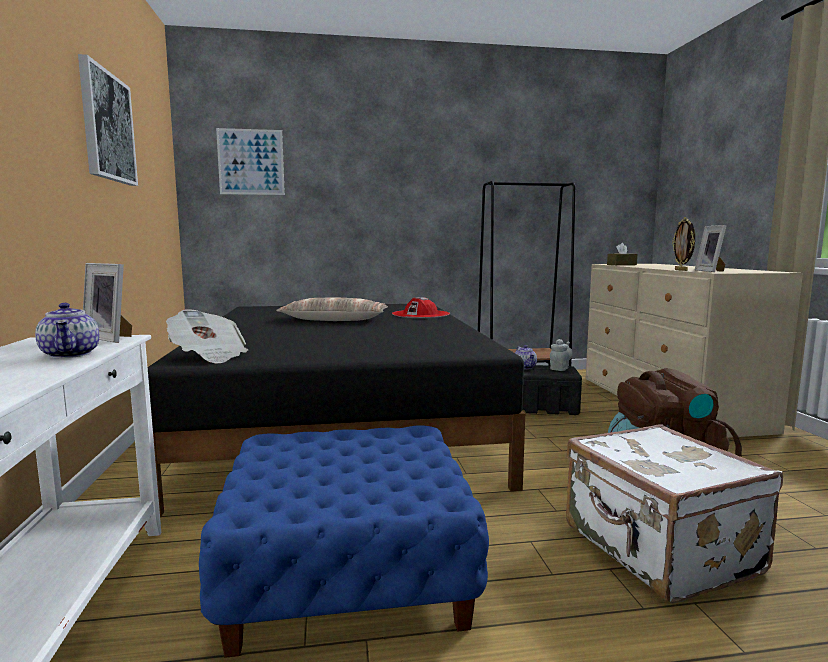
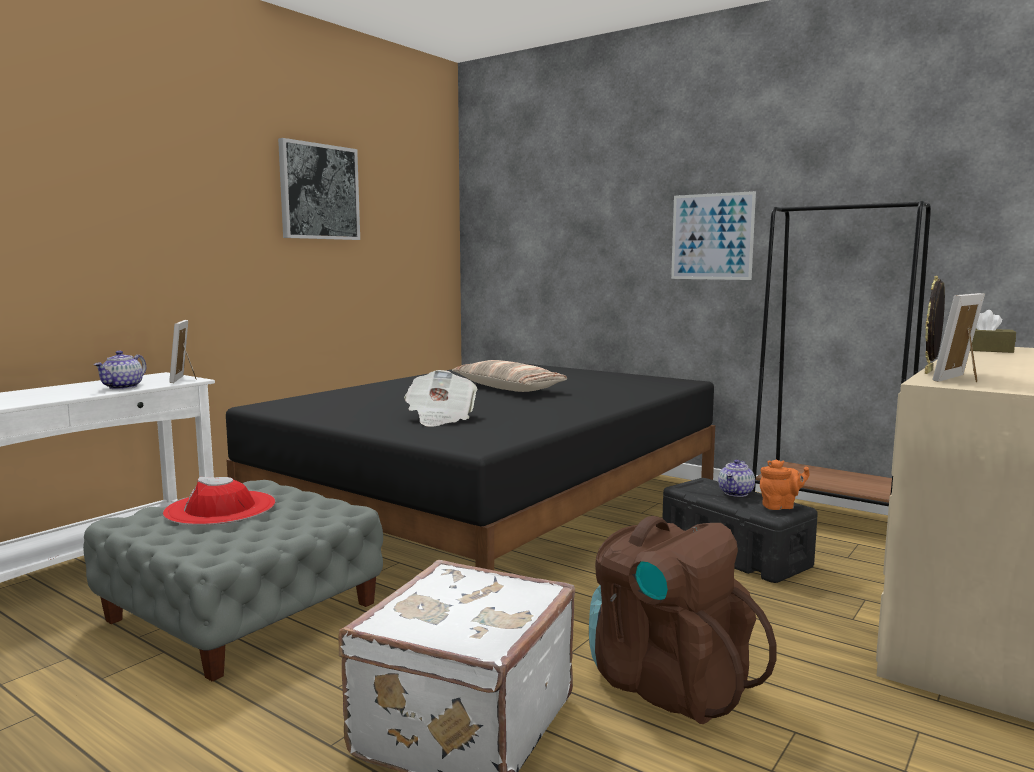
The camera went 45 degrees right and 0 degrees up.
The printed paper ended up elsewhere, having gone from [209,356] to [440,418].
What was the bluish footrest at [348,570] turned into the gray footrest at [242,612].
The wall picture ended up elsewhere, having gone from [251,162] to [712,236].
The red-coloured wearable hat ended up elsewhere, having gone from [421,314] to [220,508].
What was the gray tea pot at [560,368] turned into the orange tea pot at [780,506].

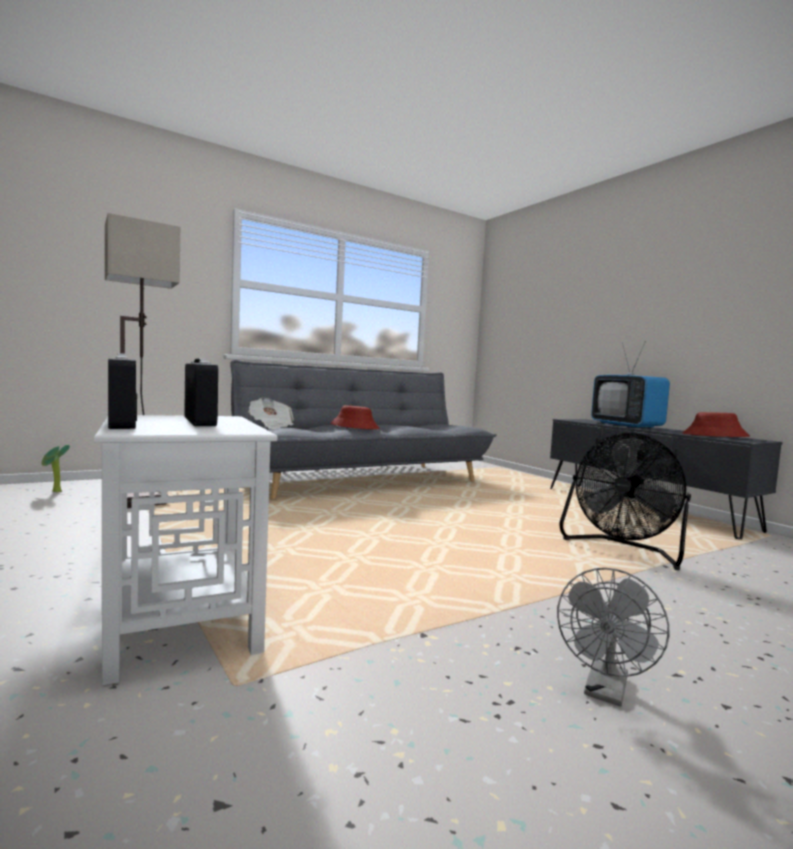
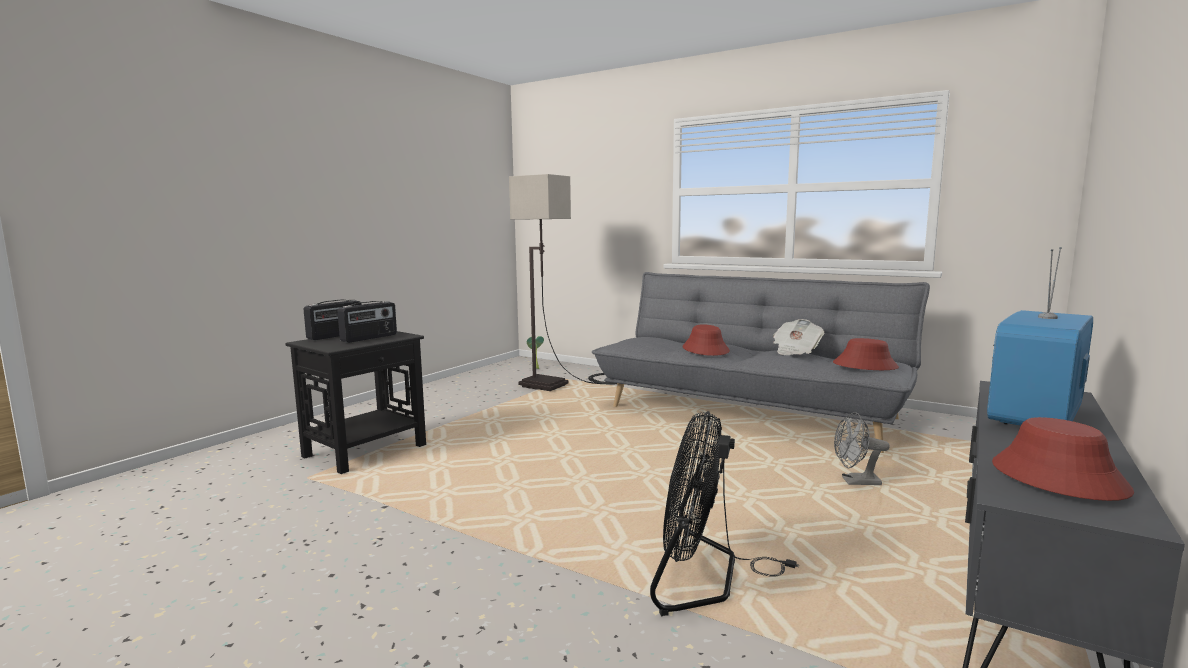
The camera went 65 degrees right and 5 degrees up.
What was the whitish accent table at [181,623] turned into the black-coloured accent table at [366,450].
The printed paper ended up elsewhere, having gone from [271,426] to [795,351].
The gray fan ended up elsewhere, having gone from [606,692] to [855,482].
The second view gained the red-coloured wearable hat at [865,366].

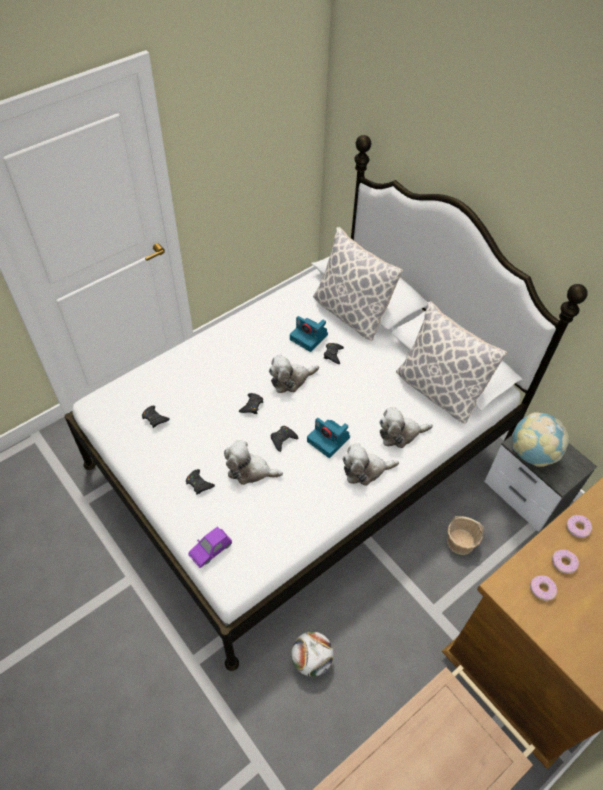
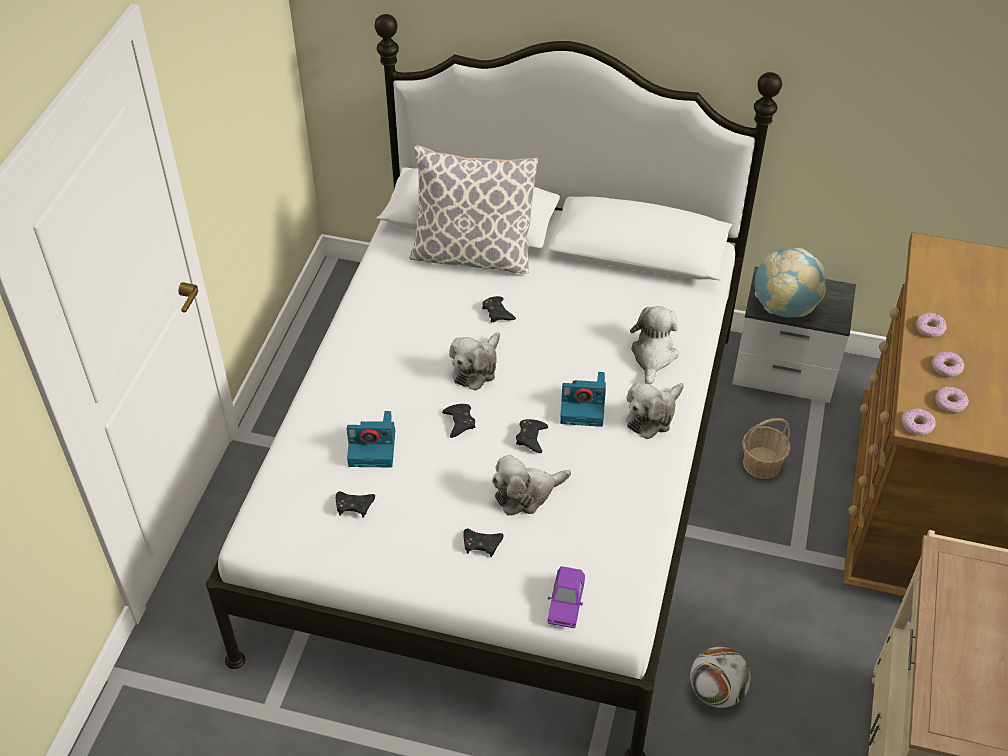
The camera went 35 degrees left and 5 degrees down.
The still camera ended up elsewhere, having gone from [309,337] to [373,447].
The soft toy at [400,434] ended up facing another way, 150 degrees clockwise from before.
The second view lost the throw pillow at [438,390].
The second view gained the ring doughnut at [917,425].

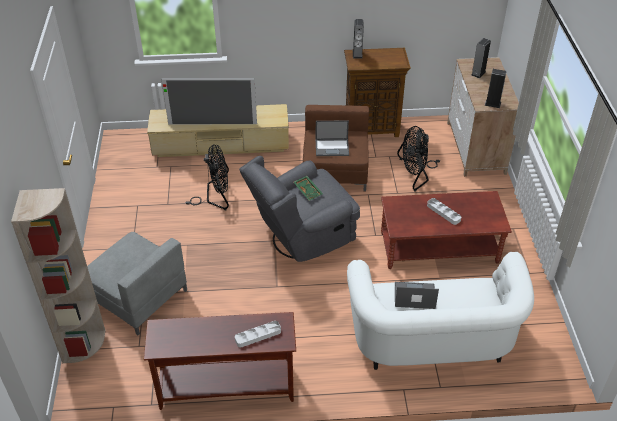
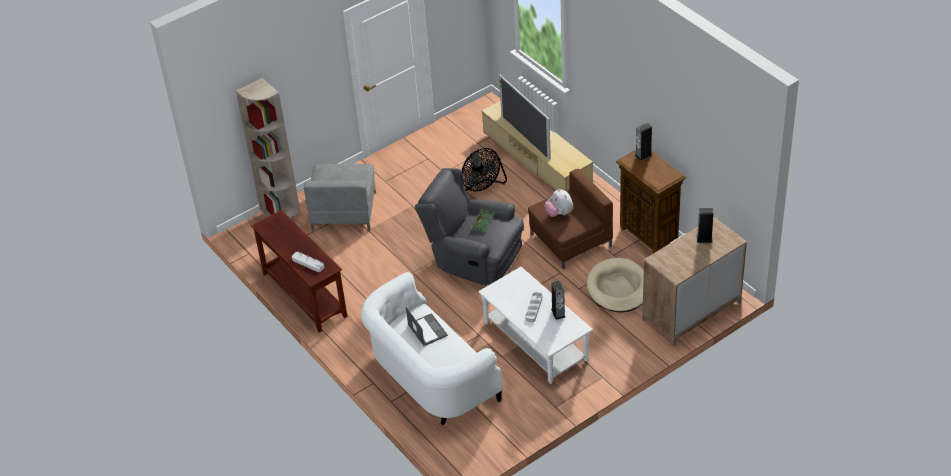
The camera went 60 degrees right and 0 degrees up.
Where the portable computer stood at [332,147], the soft toy came to stand at [559,213].
What was the brown low table at [438,247] turned into the whitish low table at [535,341].
Where the black-coloured fan stood at [416,172], the beige-coloured dog cushion came to stand at [618,288].
The loudspeaker ended up elsewhere, having gone from [492,104] to [558,313].

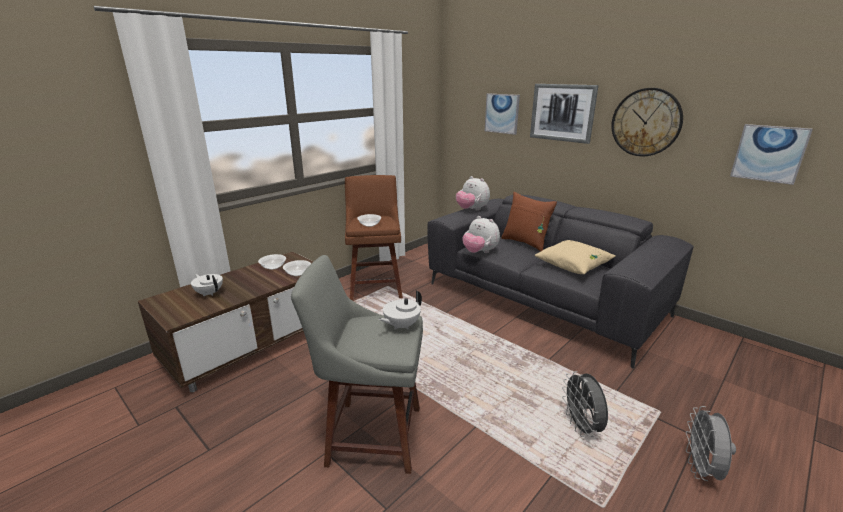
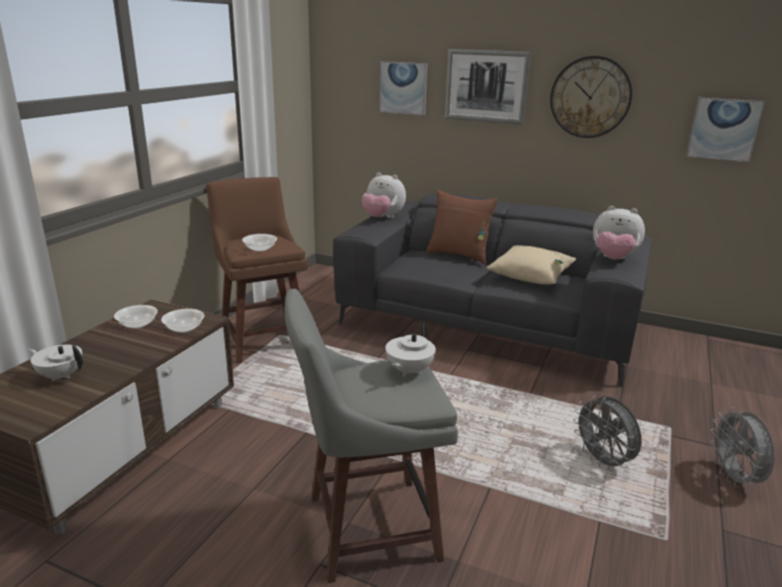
The camera went 20 degrees left and 0 degrees up.
The soft toy ended up elsewhere, having gone from [479,252] to [613,259].

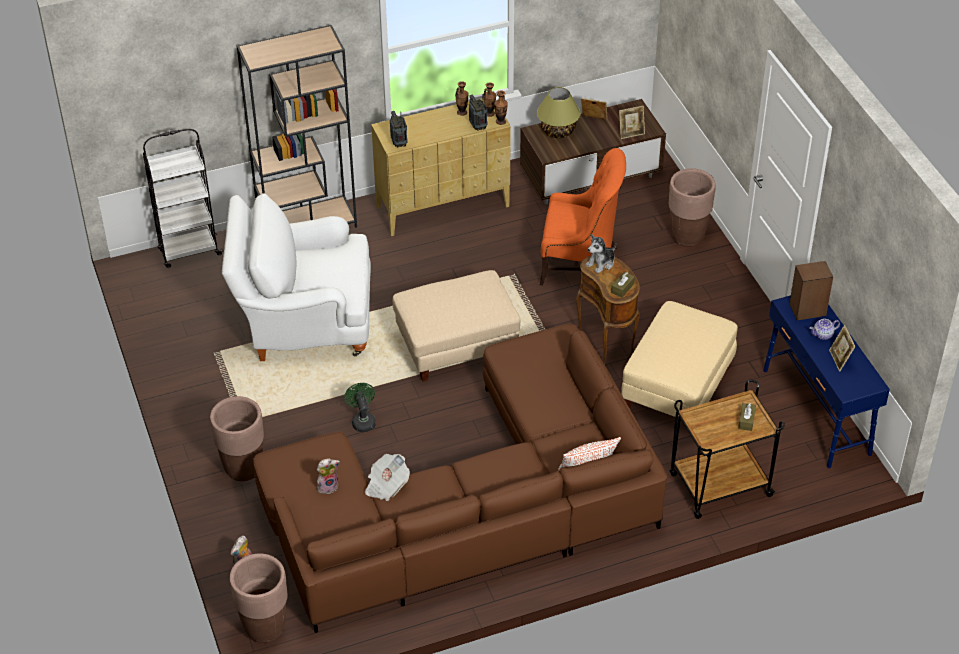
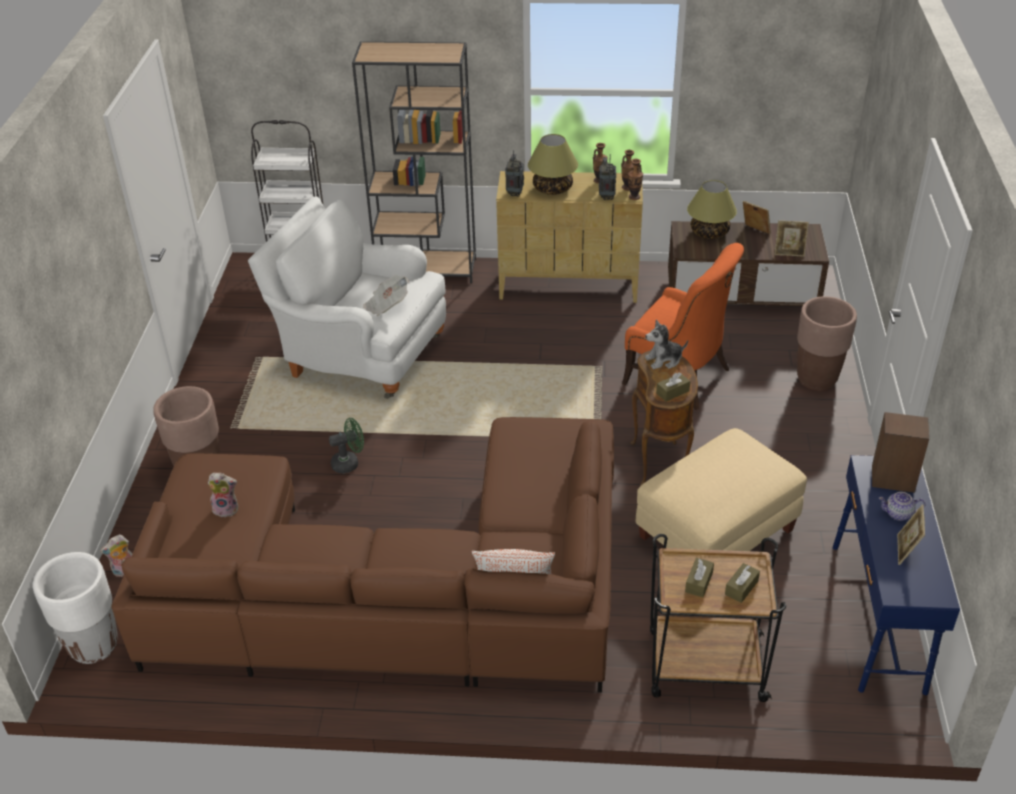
The camera went 25 degrees right and 5 degrees down.
What was the brown planter at [264,628] turned into the whitish planter at [93,646].
The greenish fan at [362,420] ended up facing another way, 60 degrees clockwise from before.
The printed paper ended up elsewhere, having gone from [386,485] to [387,305].
The second view lost the beige-coloured footrest at [456,346].
The second view gained the table lamp at [552,188].
The second view gained the brown tissue box at [699,582].

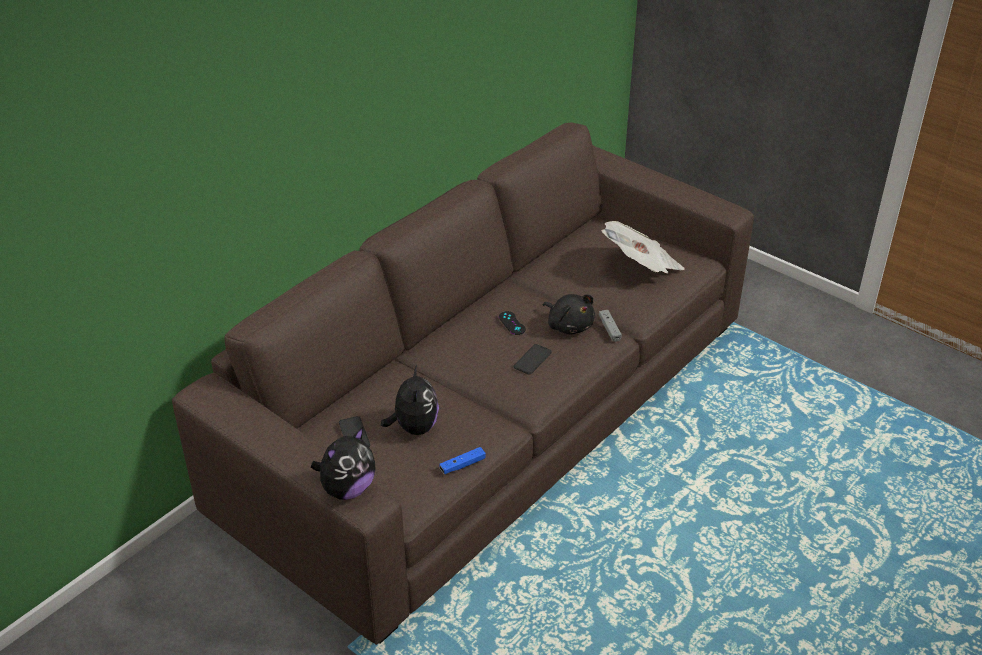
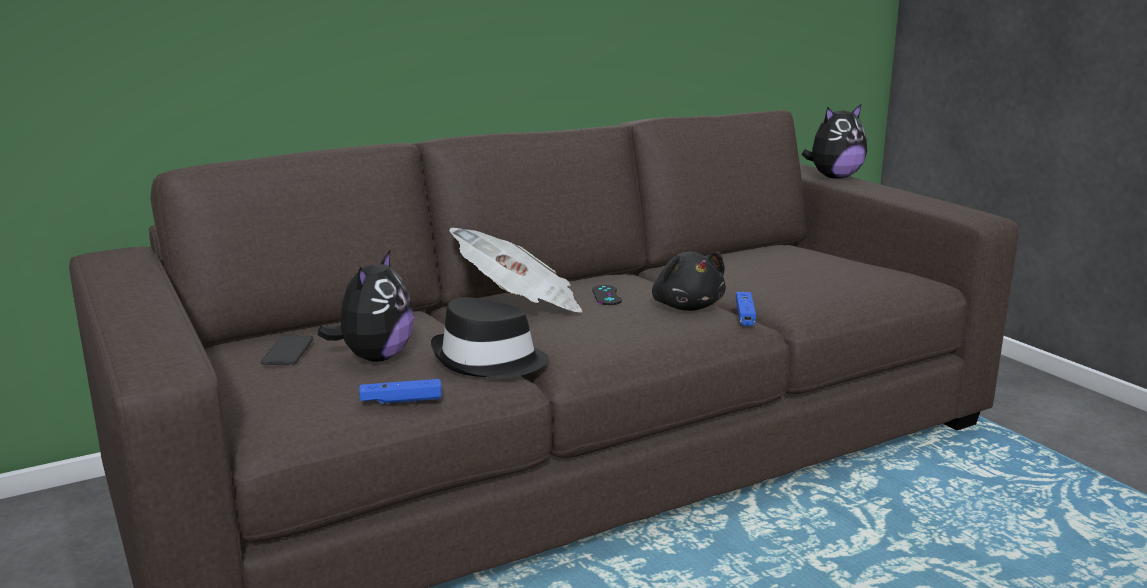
The camera went 20 degrees right and 20 degrees down.
The soft toy ended up elsewhere, having gone from [347,489] to [834,177].
The second view lost the handset at [532,360].
What was the gray gamepad at [609,329] turned into the bluish gamepad at [745,315].
The printed paper ended up elsewhere, having gone from [641,266] to [520,303].
The second view gained the black-coloured wearable hat at [489,361].

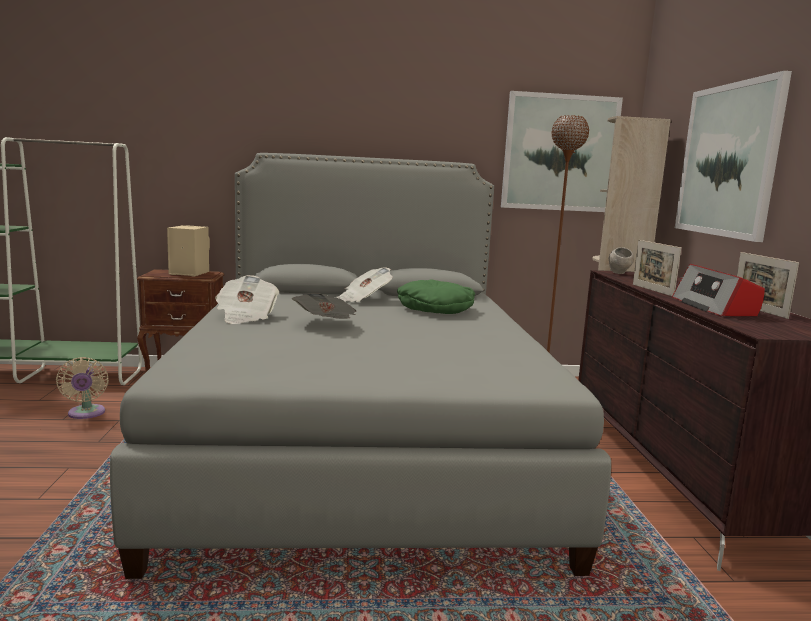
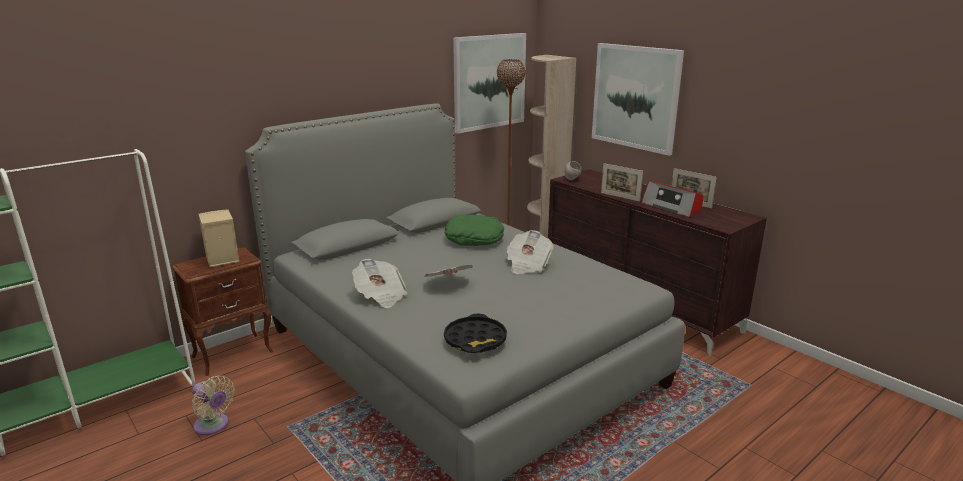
The camera went 35 degrees left and 10 degrees up.
The printed paper ended up elsewhere, having gone from [363,299] to [527,265].
The second view gained the black-coloured carrying tray at [475,340].

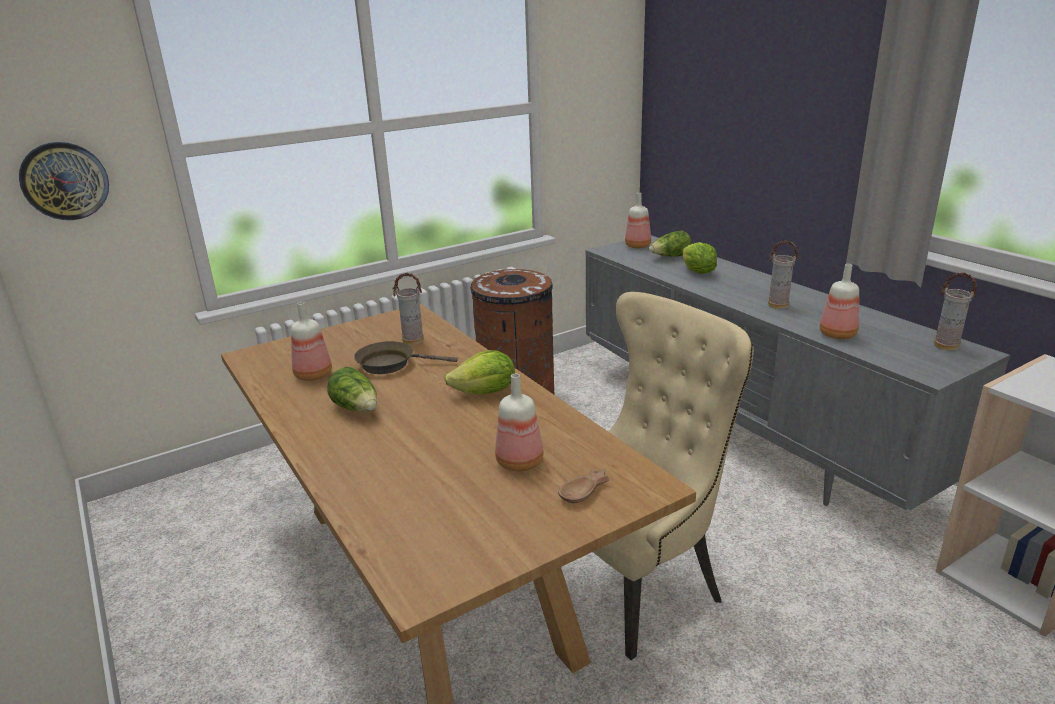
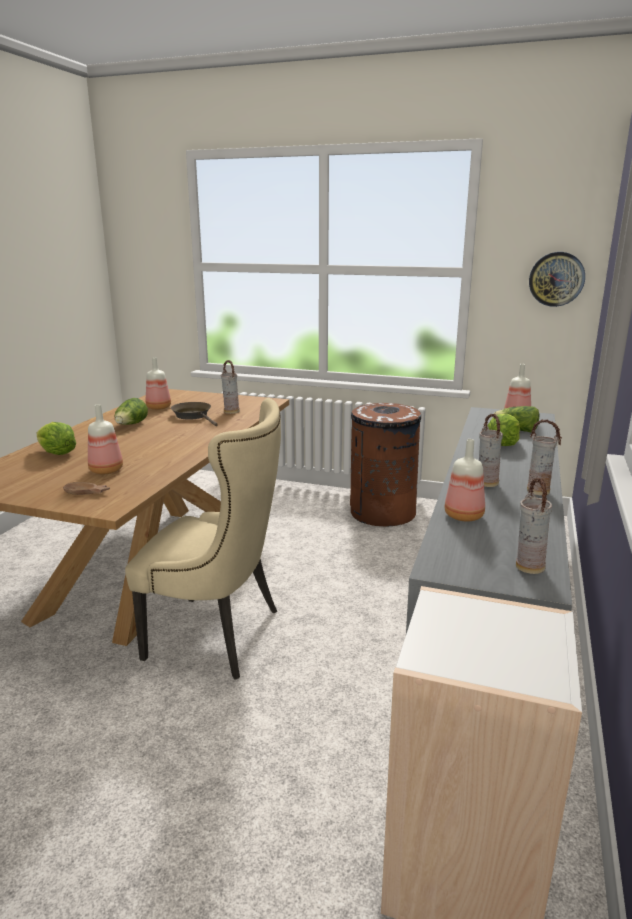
The camera went 50 degrees right and 5 degrees down.
The hanging clock ended up elsewhere, having gone from [65,181] to [556,279].
The lettuce ended up elsewhere, having gone from [485,393] to [57,454].
The second view gained the flower vase at [538,491].

